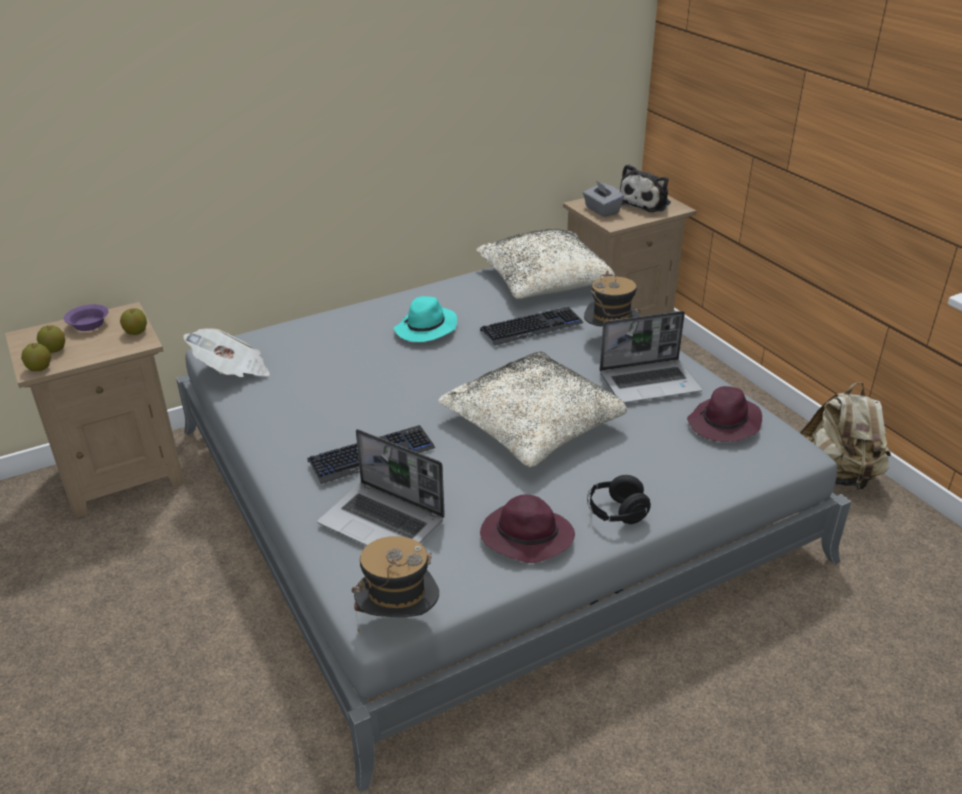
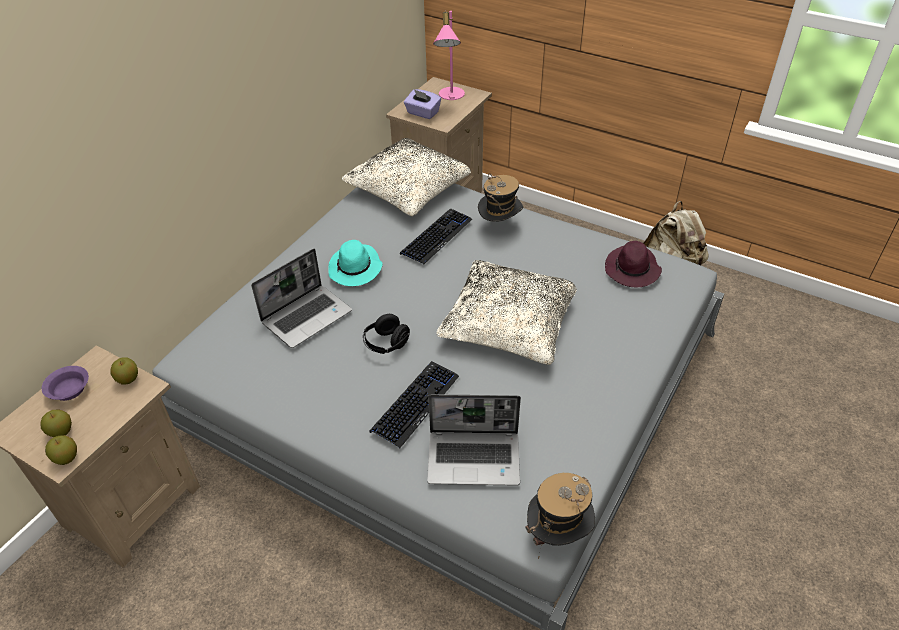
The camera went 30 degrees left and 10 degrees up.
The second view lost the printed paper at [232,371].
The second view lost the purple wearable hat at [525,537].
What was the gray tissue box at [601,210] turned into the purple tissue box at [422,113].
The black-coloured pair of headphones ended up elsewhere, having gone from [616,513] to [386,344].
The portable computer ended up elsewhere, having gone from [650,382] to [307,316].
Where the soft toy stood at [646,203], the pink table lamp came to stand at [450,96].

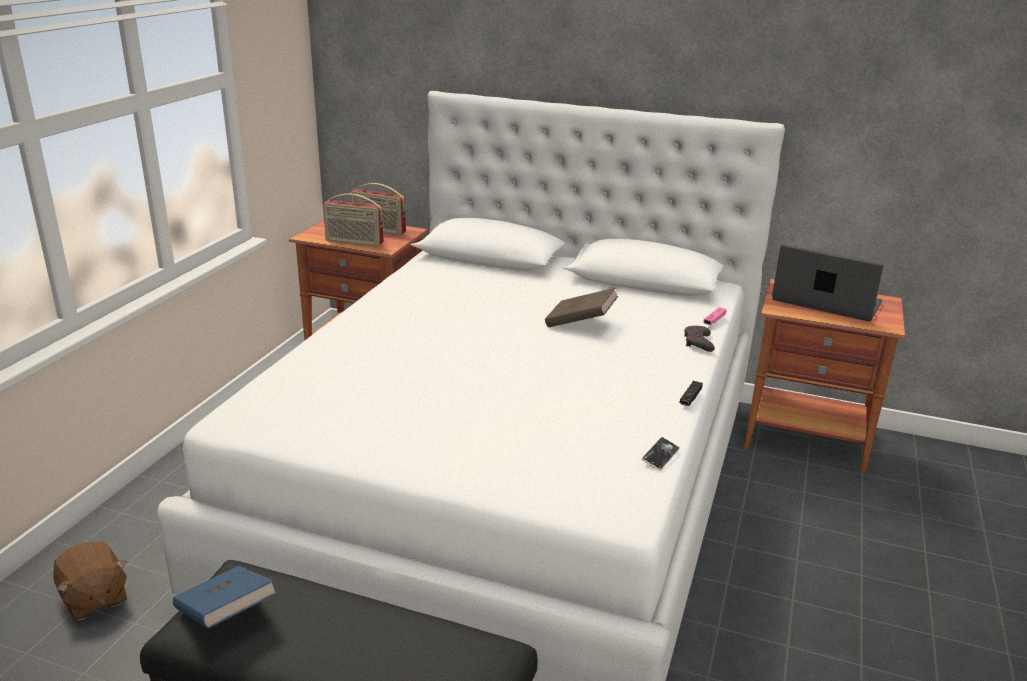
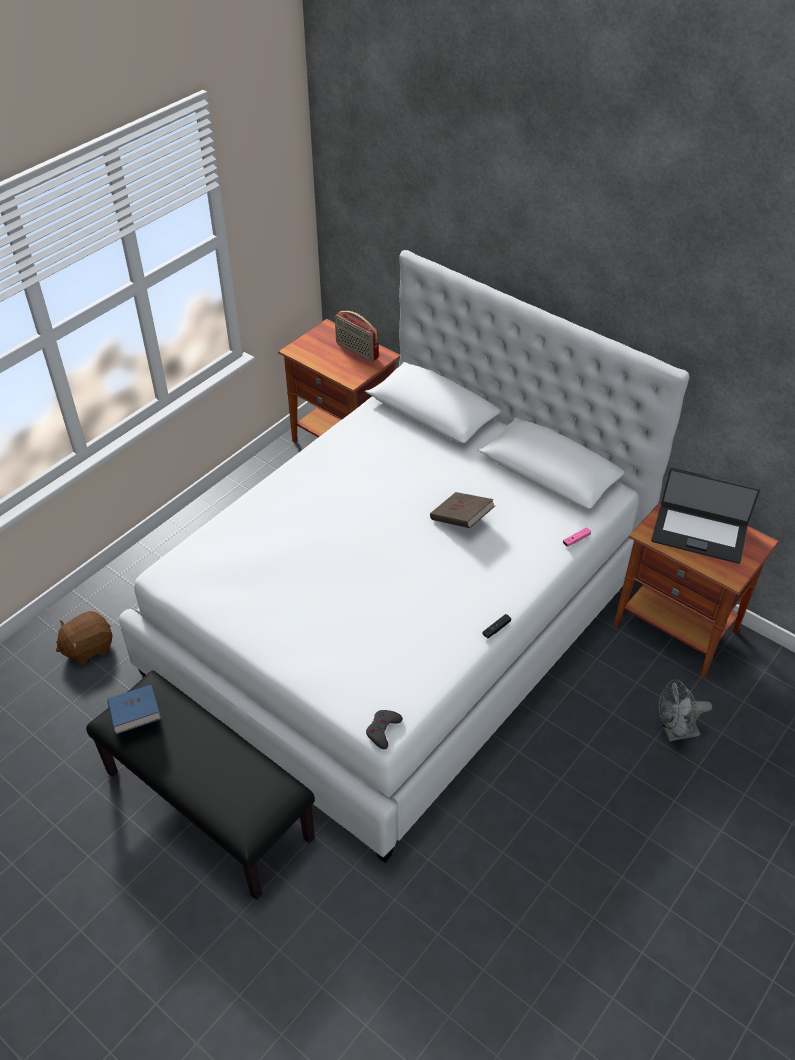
The camera went 20 degrees right and 20 degrees up.
The brown soft toy at [94,599] ended up facing another way, 75 degrees clockwise from before.
The second view lost the radio receiver at [354,242].
The second view lost the handset at [660,456].
The gray gamepad ended up elsewhere, having gone from [698,342] to [383,730].
The portable computer at [825,302] ended up facing another way, 150 degrees clockwise from before.
The second view gained the gray fan at [675,732].

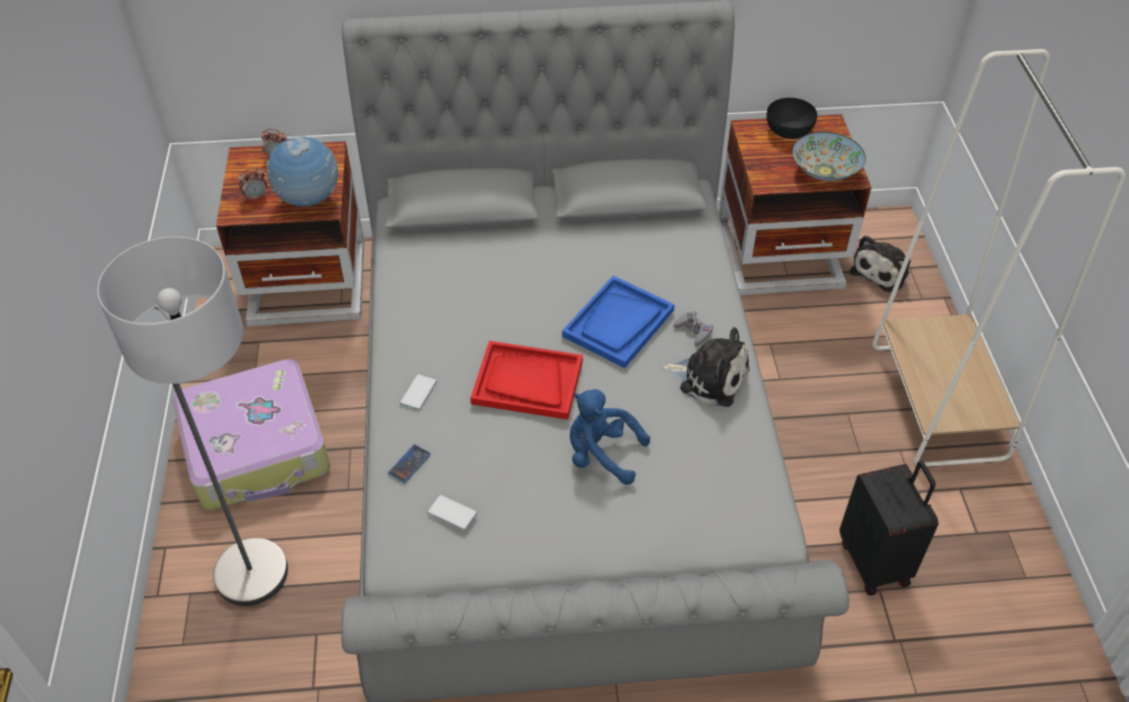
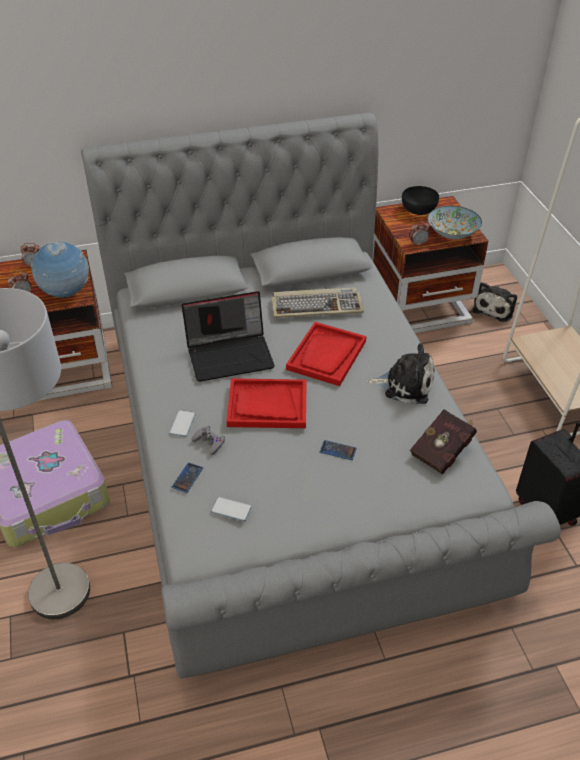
The camera went 10 degrees left and 5 degrees down.
What was the bluish carrying tray at [618,324] turned into the red-coloured carrying tray at [326,355].
Where the bluish soft toy stood at [601,454], the handset came to stand at [338,450].
The gray gamepad ended up elsewhere, having gone from [693,331] to [209,442].
The second view gained the portable computer at [231,354].
The second view gained the computer keyboard at [317,306].
The second view gained the bedside clock at [418,244].
The second view gained the red-coloured volume at [443,451].

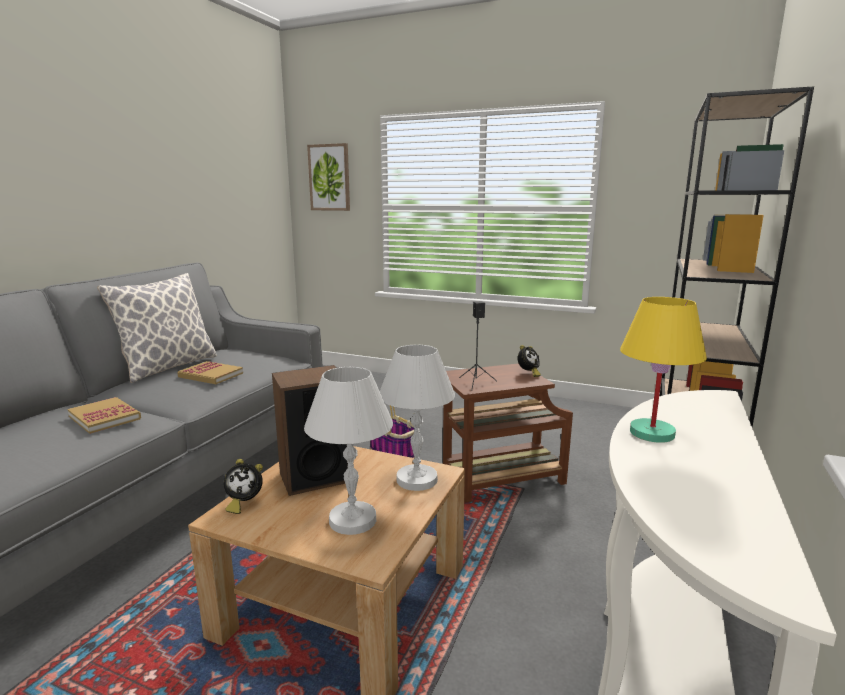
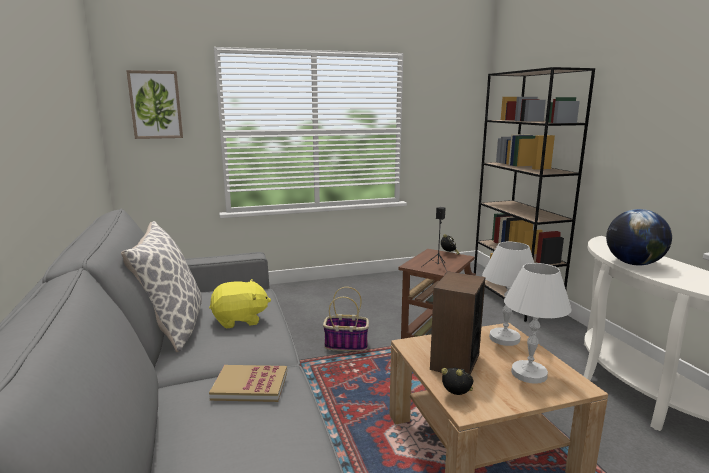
The camera went 40 degrees left and 0 degrees up.
Where the volume stood at [211,375], the yellowish soft toy came to stand at [240,320].
The bedside clock at [244,503] ended up facing another way, 105 degrees counterclockwise from before.
Where the yellowish table lamp stood at [651,433], the desk globe came to stand at [633,263].

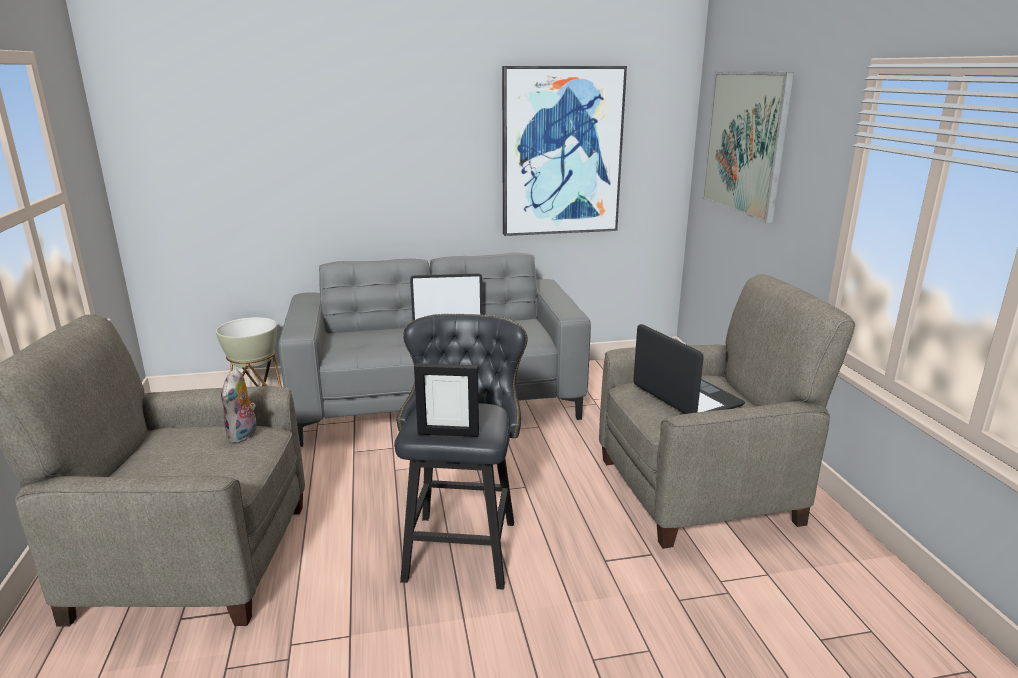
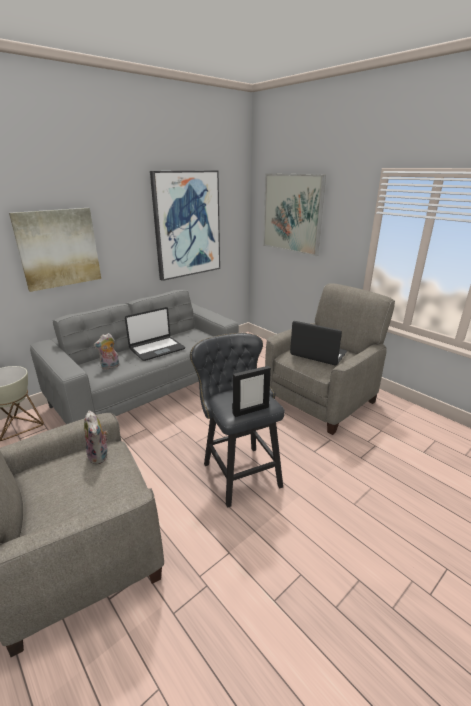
The camera went 30 degrees left and 5 degrees up.
The second view gained the wall picture at [58,248].
The second view gained the soft toy at [110,367].

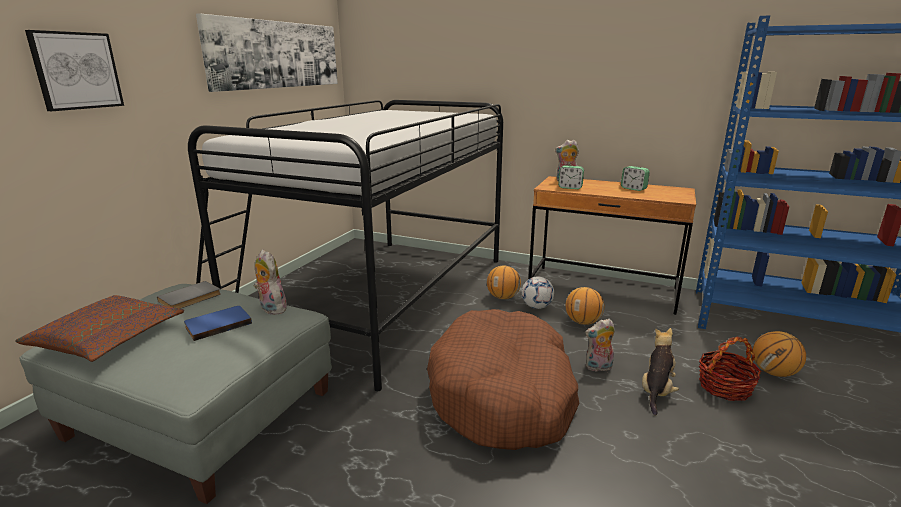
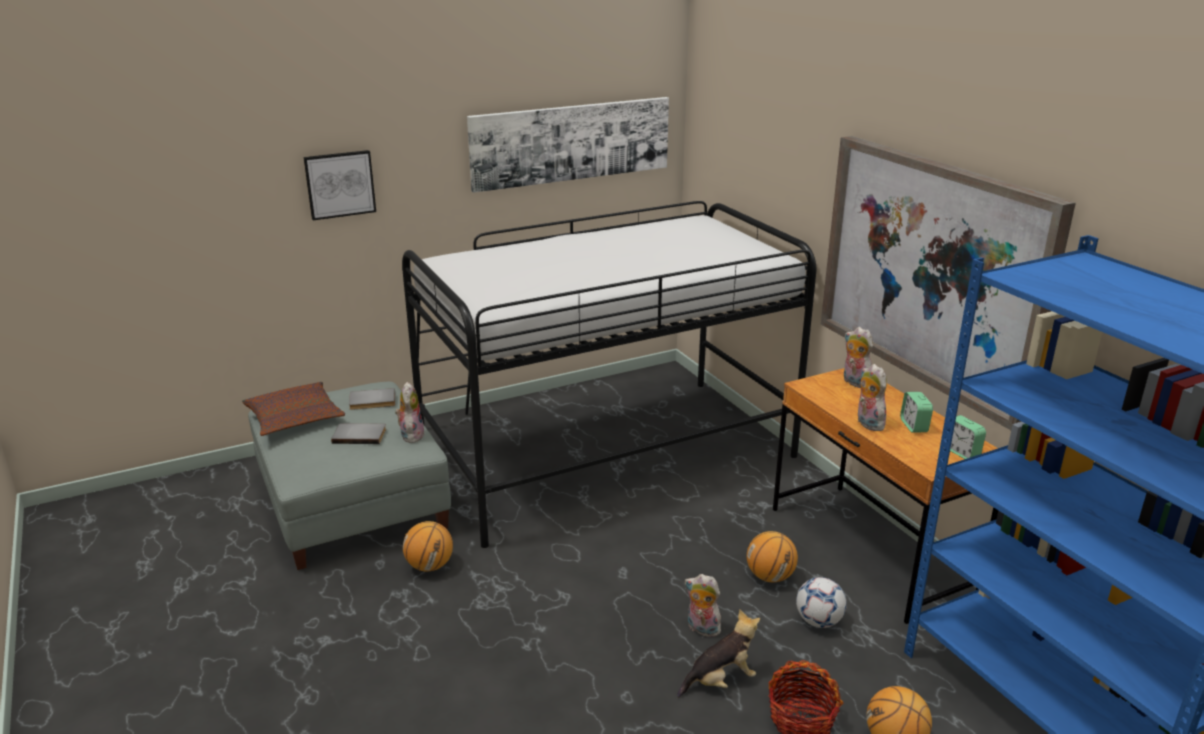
The camera went 40 degrees right and 5 degrees up.
What was the bluish volume at [217,324] turned into the gray volume at [360,435].
The second view lost the brown dog cushion at [503,394].
The basketball ended up elsewhere, having gone from [503,297] to [430,566].
The football ended up elsewhere, having gone from [536,307] to [818,621].
The bedside clock ended up elsewhere, having gone from [570,187] to [960,451].
The second view gained the wall picture at [932,272].
The second view gained the soft toy at [867,423].

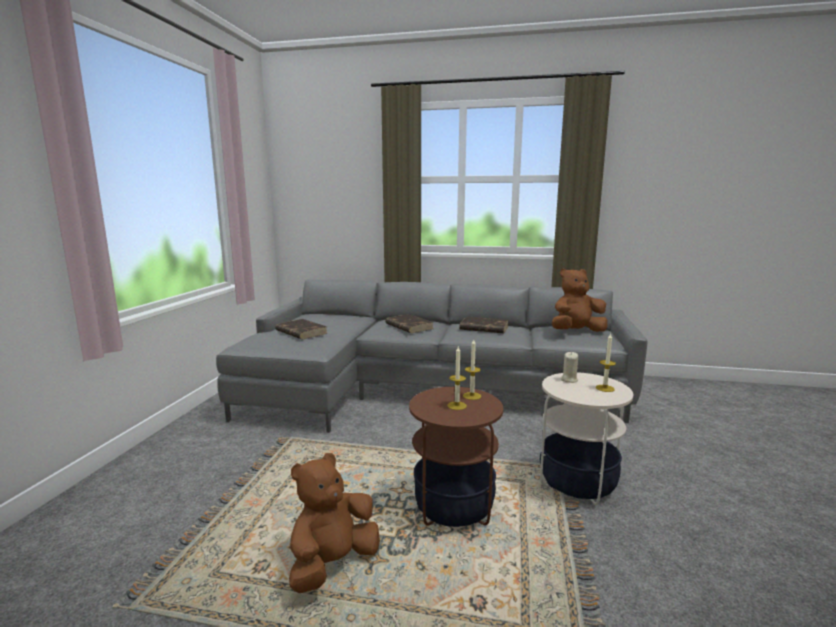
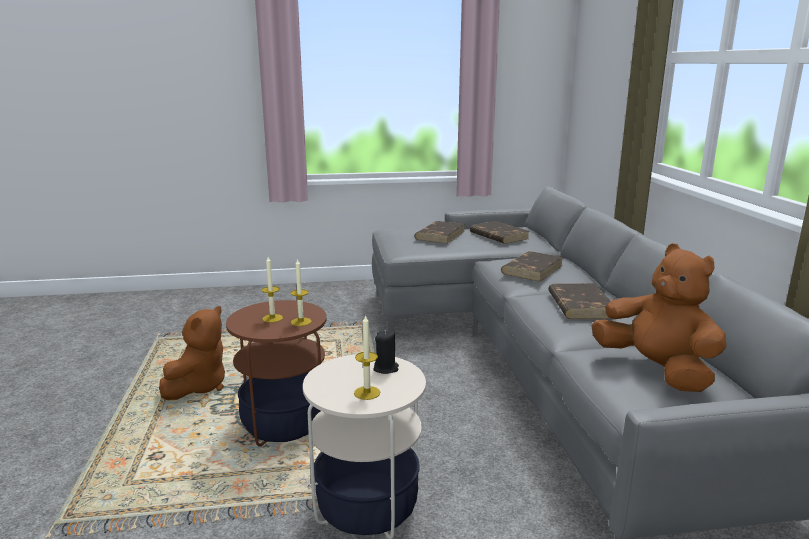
The camera went 70 degrees right and 5 degrees up.
The brown soft toy at [333,564] ended up facing another way, 90 degrees clockwise from before.
What was the beige-coloured wax candle at [569,379] turned into the black-coloured wax candle at [386,368].
The second view gained the brown volume at [498,235].

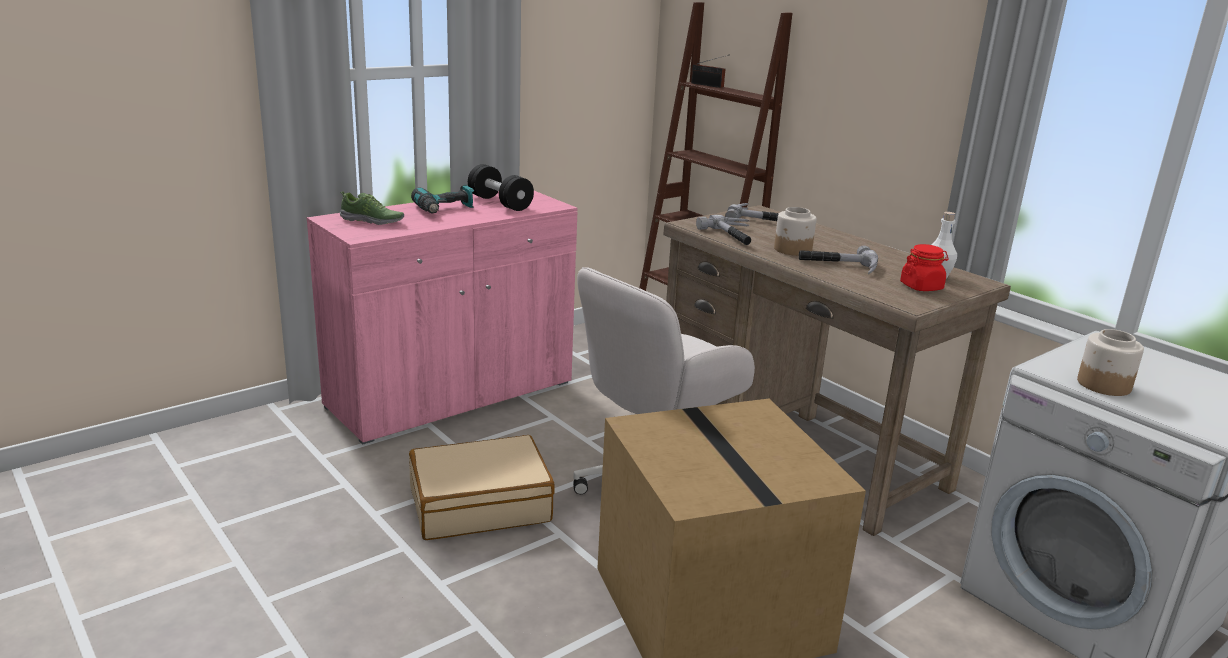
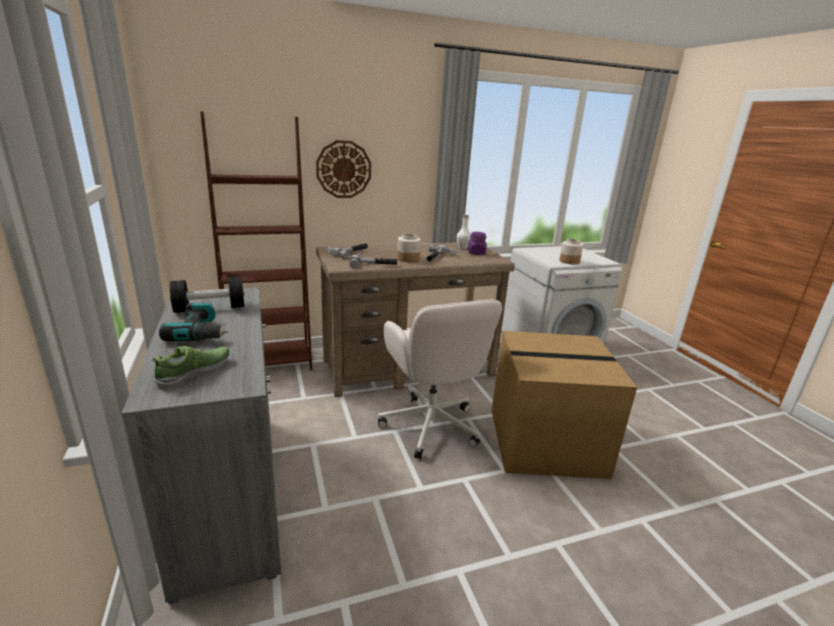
The camera went 70 degrees left and 0 degrees up.
What was the pink cupboard at [452,395] turned into the gray cupboard at [231,493].
The second view lost the beige-coloured piece of luggage at [480,504].
The second view lost the radio receiver at [708,85].
What was the red-coloured preserve jar at [921,287] turned into the purple preserve jar at [476,253].
The second view gained the hanging clock at [343,169].

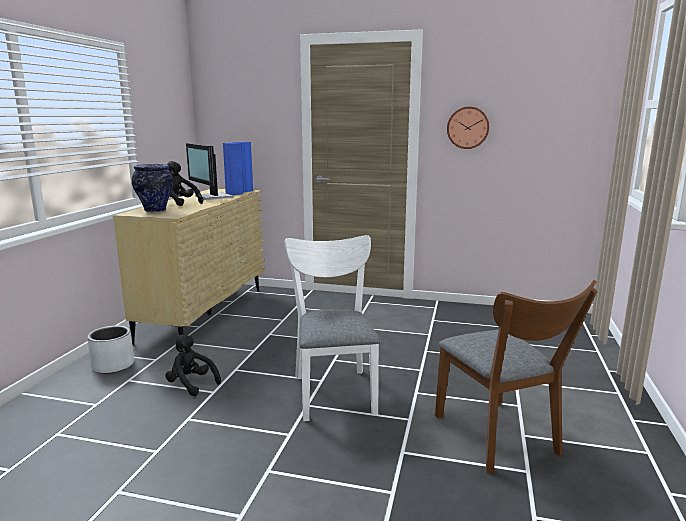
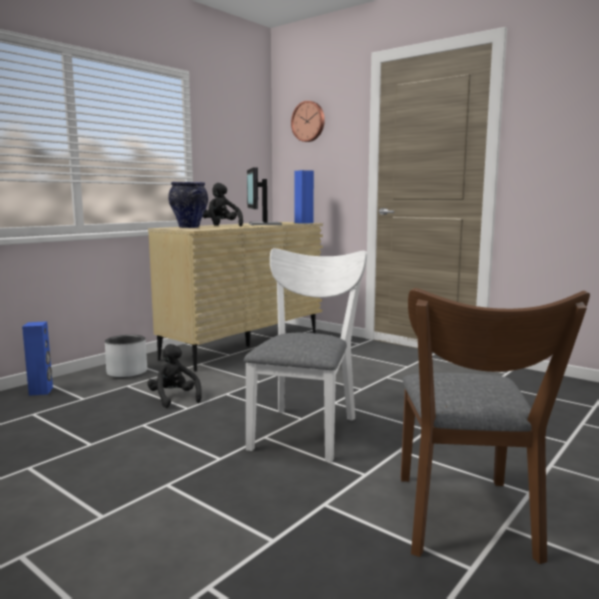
The camera went 25 degrees right and 5 degrees down.
The bluish loudspeaker ended up elsewhere, having gone from [234,194] to [41,391].
The hanging clock ended up elsewhere, having gone from [468,127] to [309,121].

